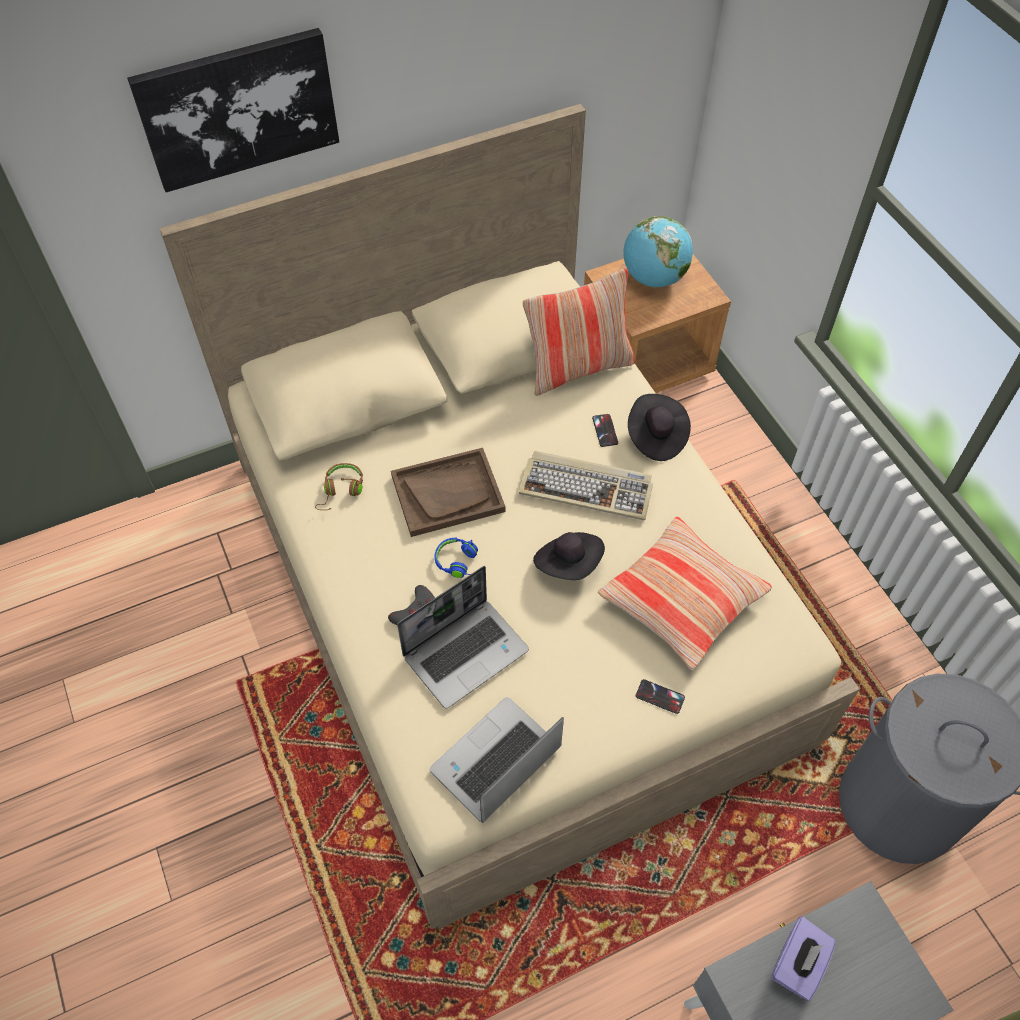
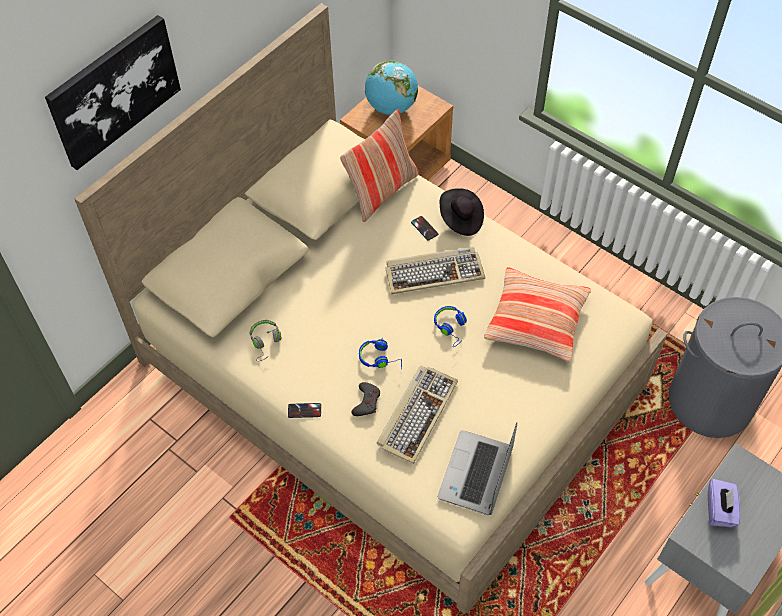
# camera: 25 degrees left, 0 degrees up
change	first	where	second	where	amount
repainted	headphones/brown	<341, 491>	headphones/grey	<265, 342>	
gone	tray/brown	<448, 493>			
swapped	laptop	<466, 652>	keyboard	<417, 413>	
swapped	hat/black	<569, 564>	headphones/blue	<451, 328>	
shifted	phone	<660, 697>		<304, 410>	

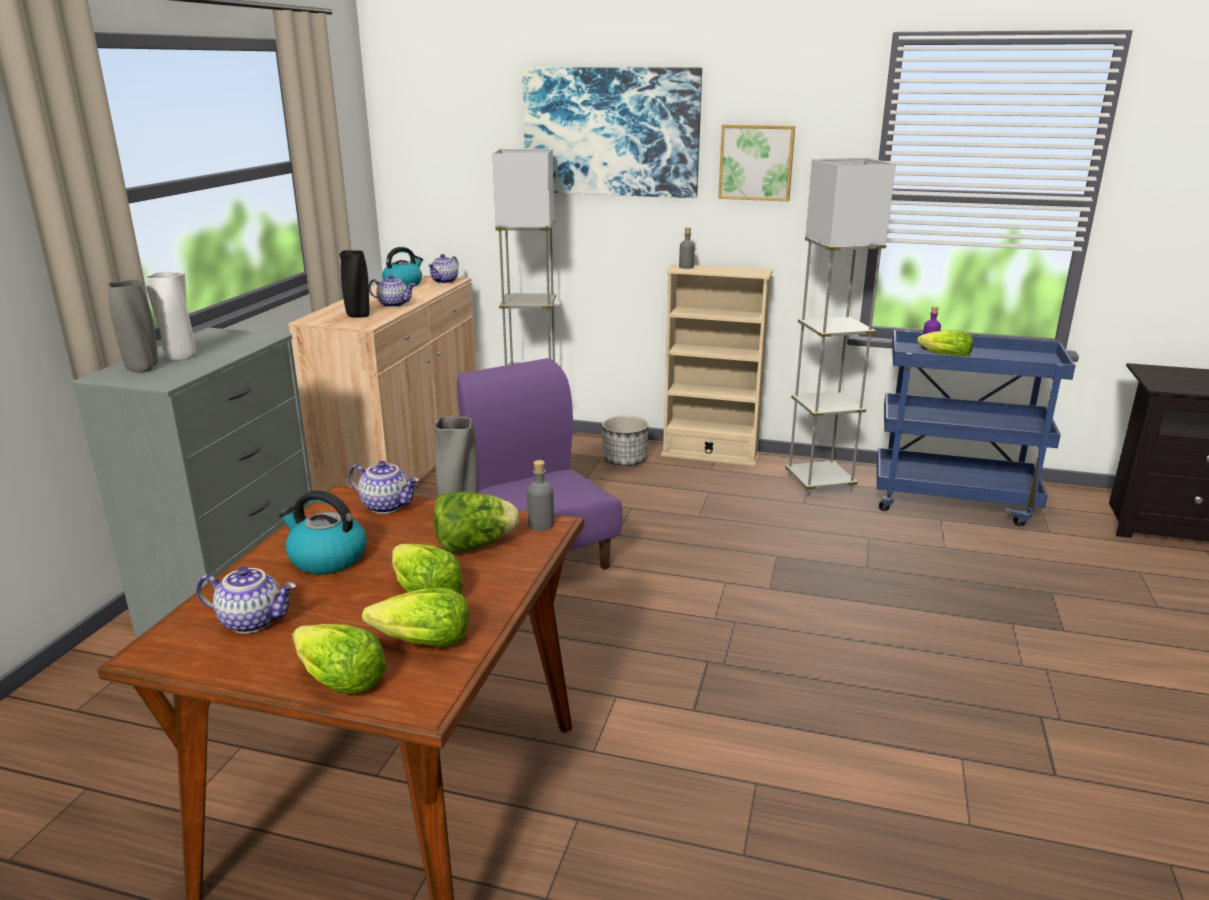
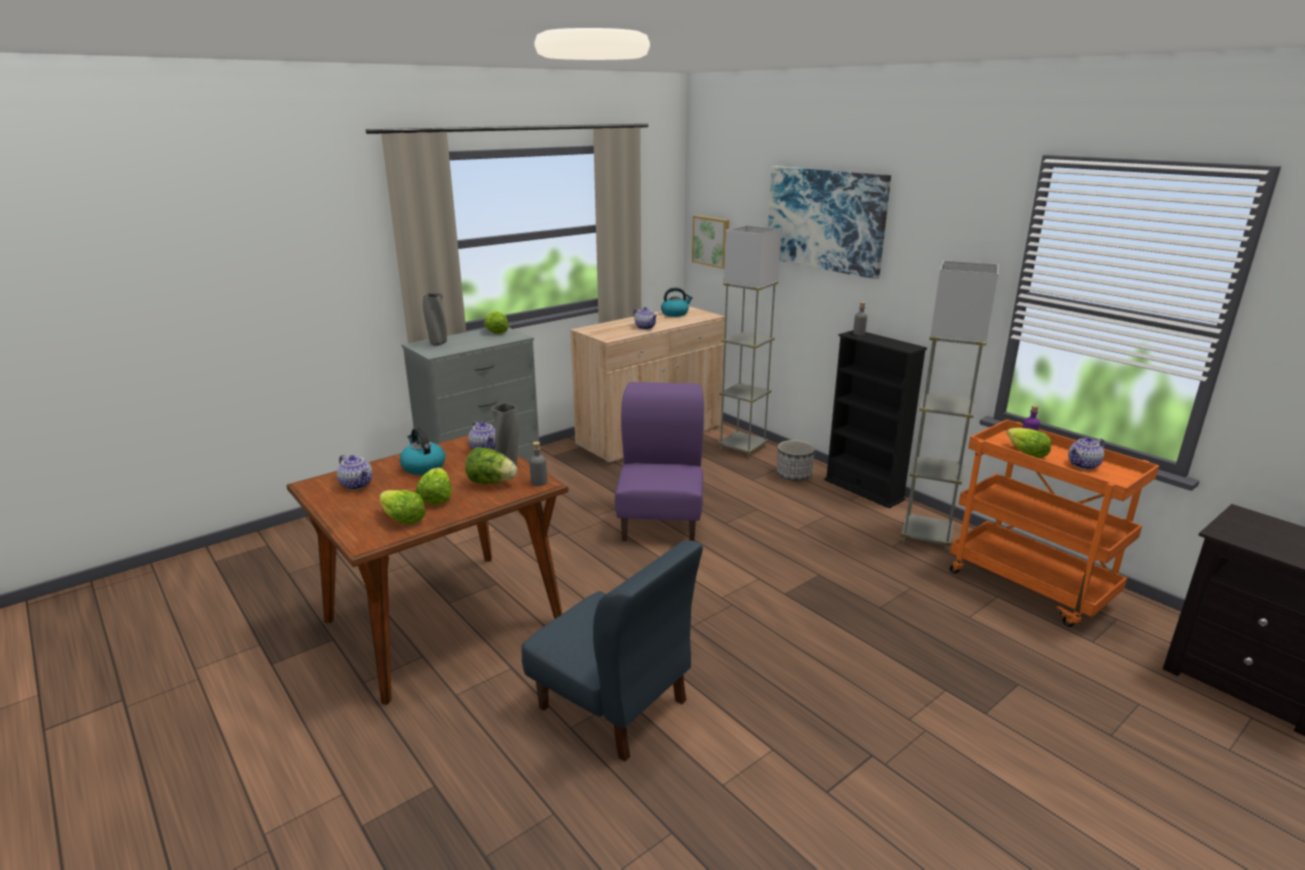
# camera: 35 degrees right, 0 degrees up
change	first	where	second	where	amount
gone	vase/white	<180, 357>			
shifted	lettuce	<339, 680>		<495, 331>	
gone	vase/black	<358, 316>			
shifted	teapot	<445, 281>		<1083, 465>	
repainted	bookcase/beige	<710, 455>	bookcase/black	<863, 490>	
shifted	picture	<756, 162>		<712, 241>	
repainted	cart/blue	<953, 501>	cart/orange	<1031, 587>	
new			chair/blue	<613, 705>	

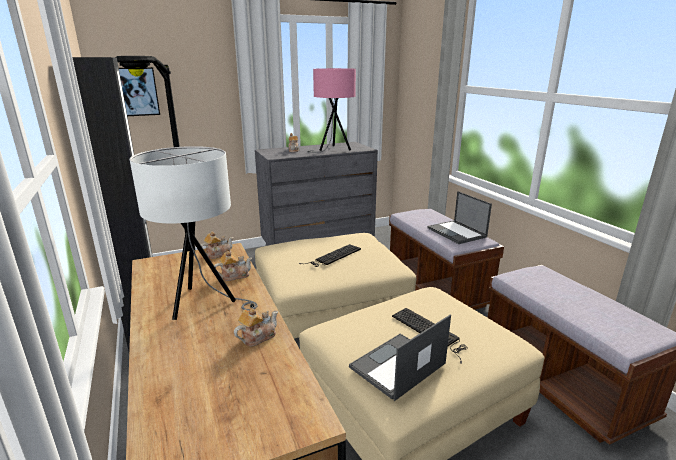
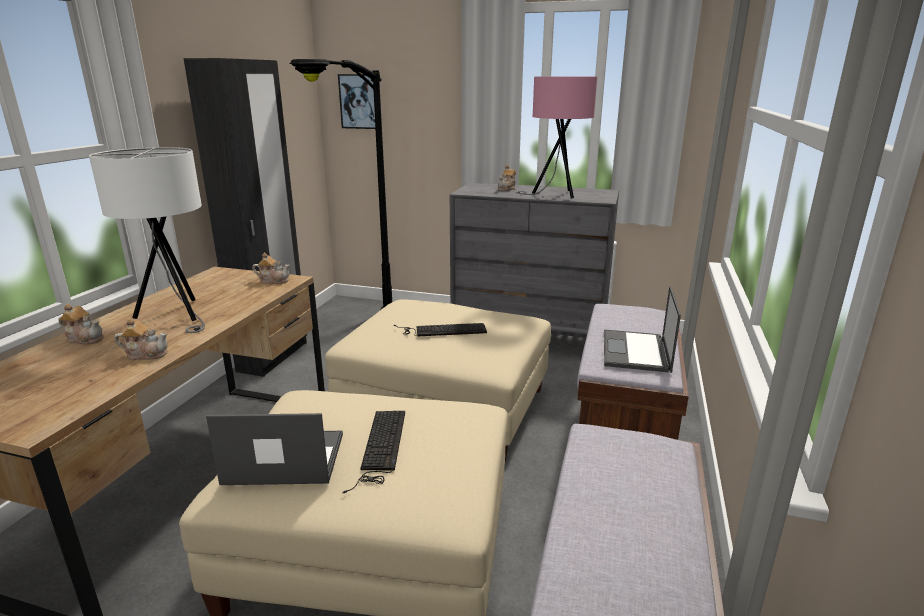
# camera: 40 degrees right, 0 degrees up
change	first	where	second	where	amount
shifted	teapot	<234, 275>		<85, 338>	

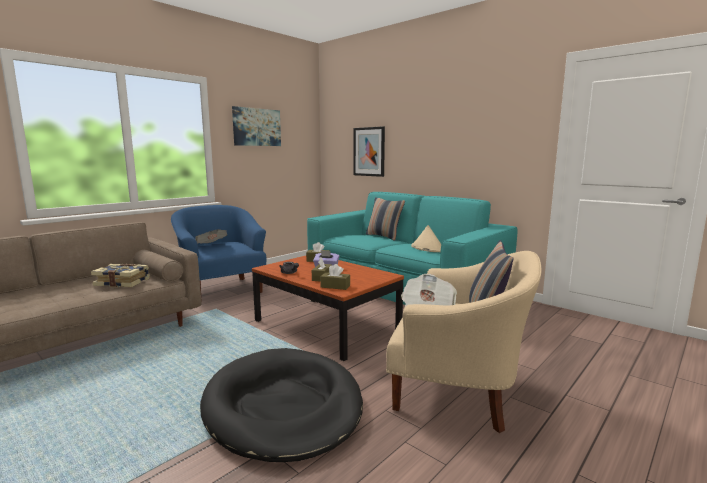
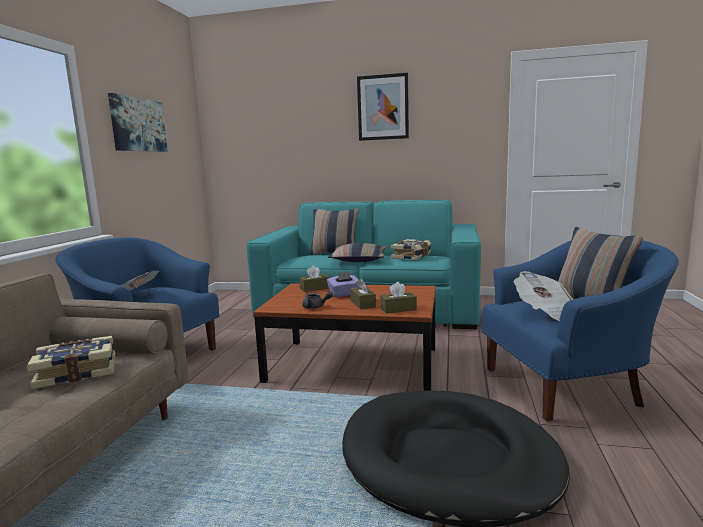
# camera: 30 degrees left, 0 degrees up
change	first	where	second	where	amount
shifted	picture	<369, 151>		<383, 107>	
repainted	armchair/beige	<459, 392>	armchair/blue	<566, 387>	
swapped	hat/beige	<427, 248>	book	<412, 256>	
new			pillow	<358, 260>	

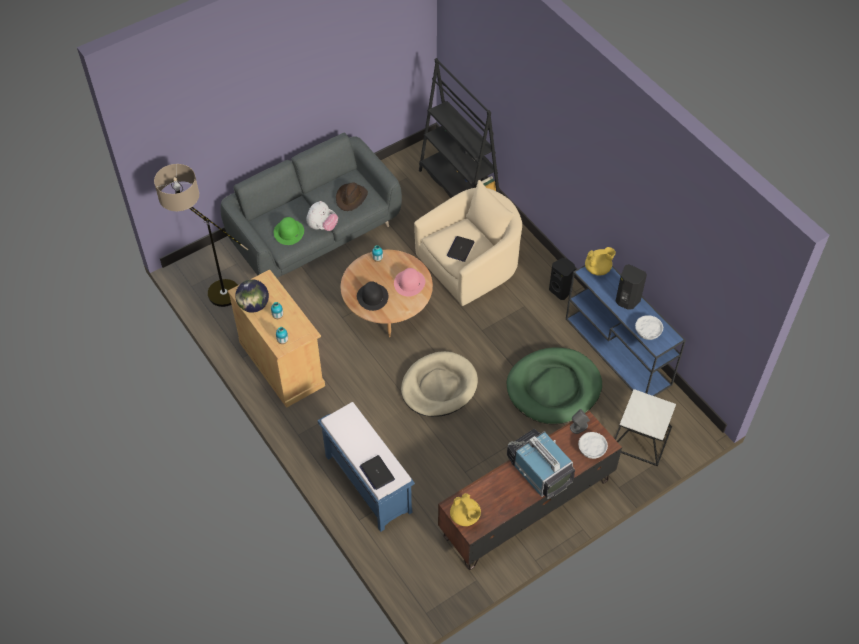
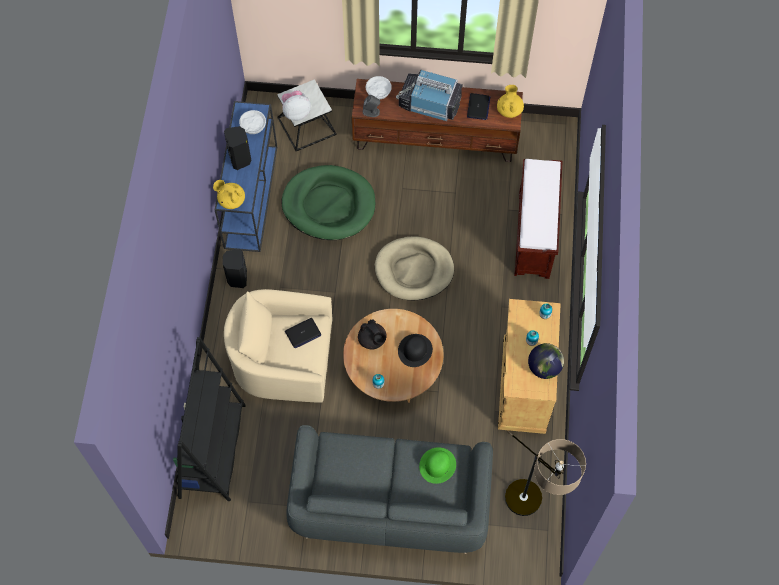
# camera: 140 degrees left, 10 degrees up
change	first	where	second	where	amount
shifted	plush toy	<322, 227>		<296, 112>	
repainted	bench/blue	<367, 483>	bench/brown	<534, 236>	
gone	hat/brown	<351, 198>			
shifted	laptop	<377, 473>		<478, 107>	
swapped	hat/pink	<409, 283>	teapot/black	<372, 340>	
rotated	television	<538, 470>		<429, 104>	105 degrees clockwise

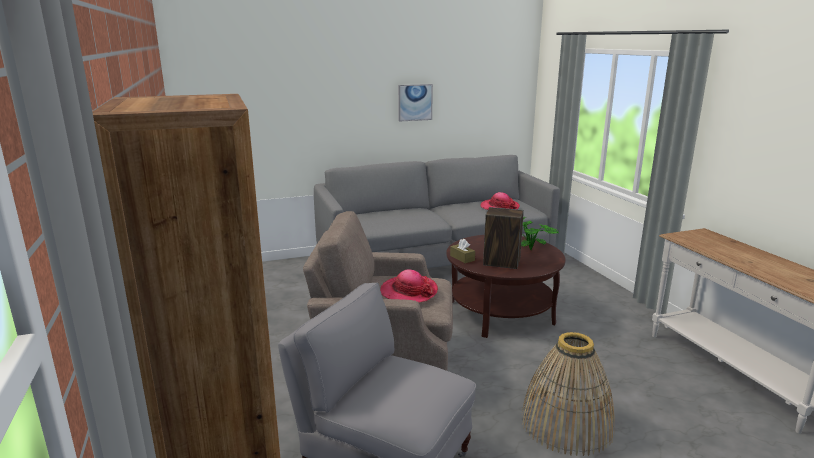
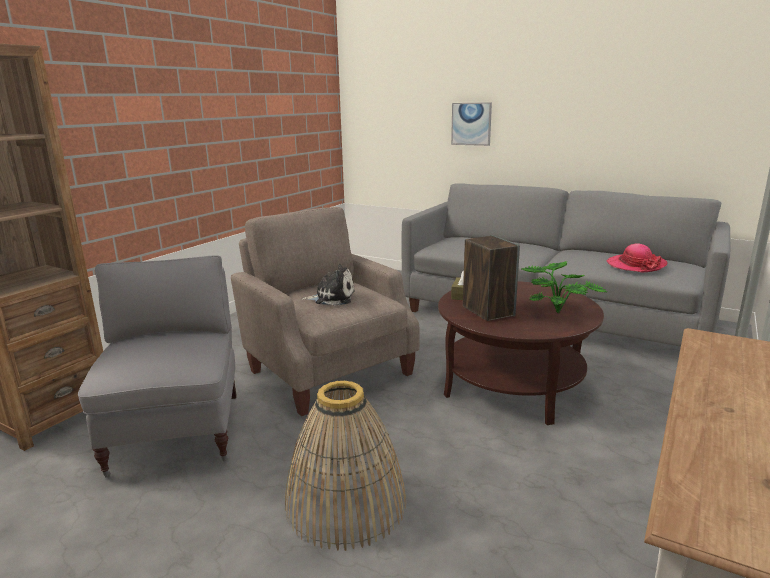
# camera: 50 degrees right, 0 degrees up
change	first	where	second	where	amount
swapped	hat	<408, 291>	plush toy	<332, 298>	
shifted	picture	<415, 102>		<471, 124>	

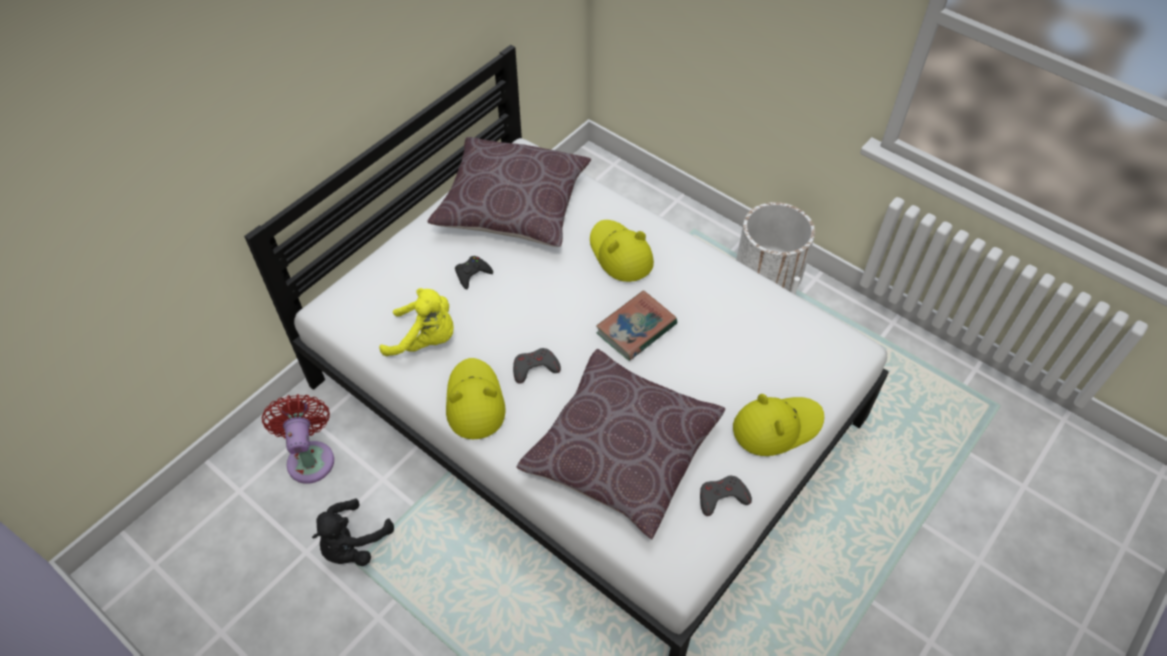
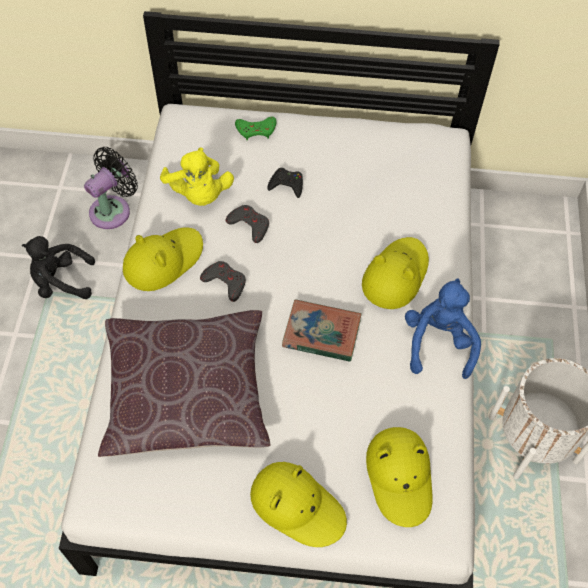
# camera: 55 degrees right, 5 degrees up
change	first	where	second	where	amount
repainted	fan/red	<310, 457>	fan/black	<113, 209>	
gone	pillow/brown	<513, 206>			
shifted	game controller/grey	<722, 497>		<249, 225>	
new			game controller/green	<256, 130>	
new			hat/yellow	<400, 477>	
new			plush toy/blue	<438, 342>	

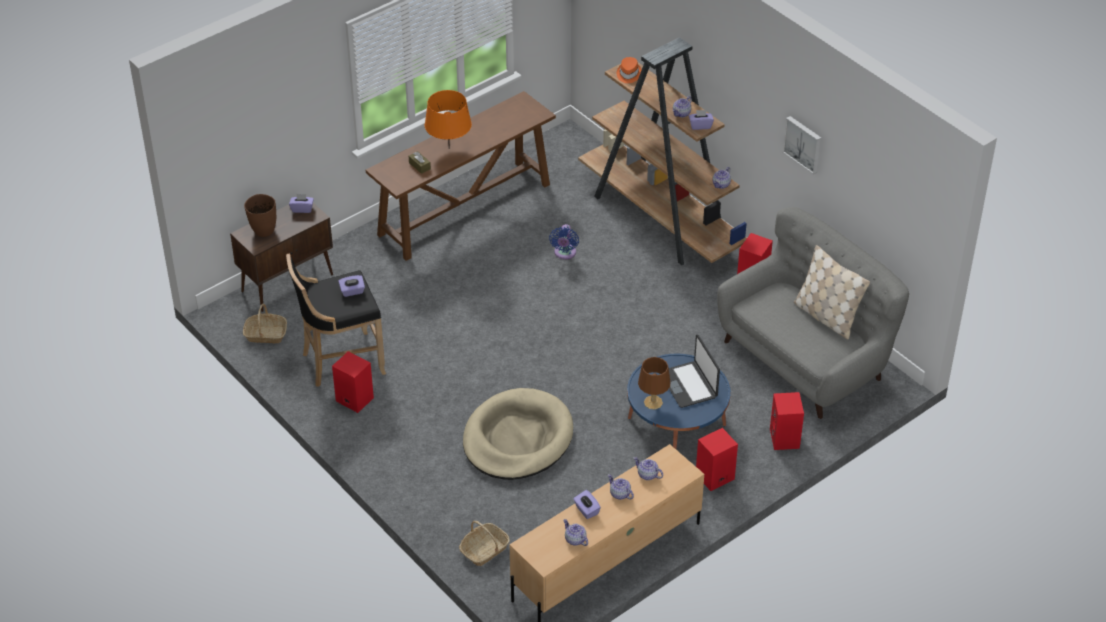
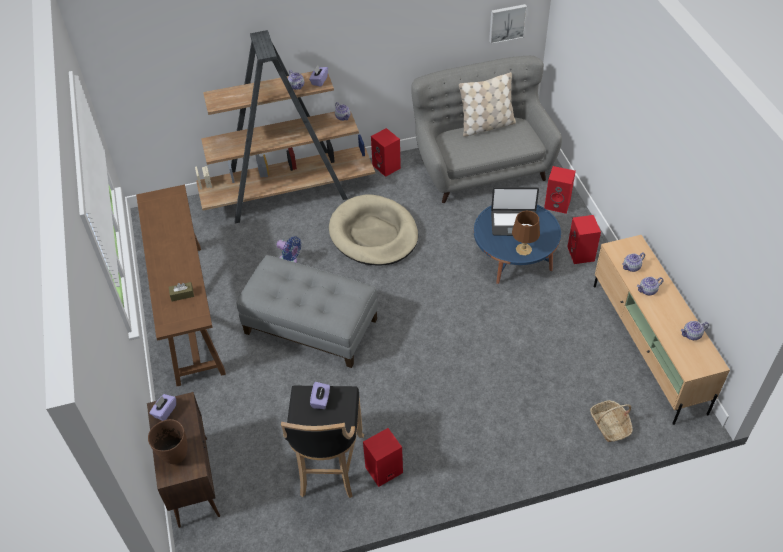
# camera: 65 degrees left, 5 degrees up
change	first	where	second	where	amount
gone	basket	<265, 334>			
gone	table lamp/orange	<449, 148>			
shifted	dog bed/beige	<517, 439>		<374, 234>	
gone	tissue box/purple	<586, 510>			
gone	hat/orange	<628, 74>			
shifted	picture	<803, 144>		<507, 23>	
new			ottoman/grey	<310, 326>	

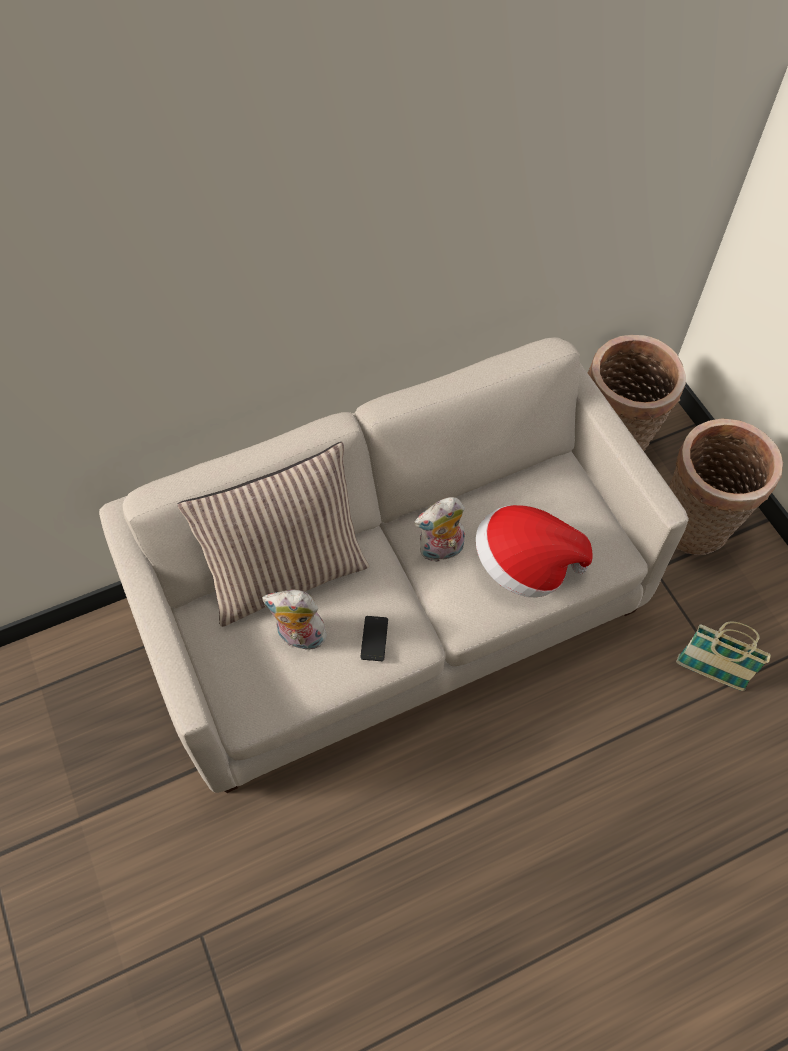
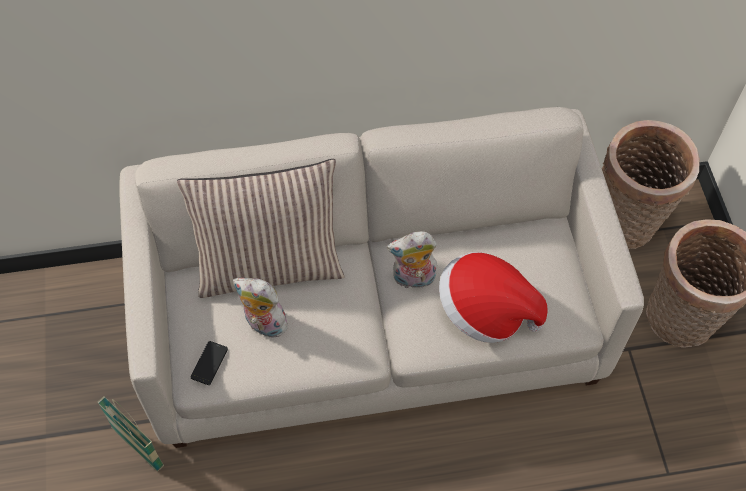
# camera: 15 degrees right, 0 degrees up
change	first	where	second	where	amount
shifted	phone	<374, 638>		<209, 363>	
shifted	basket	<710, 674>		<138, 448>	

